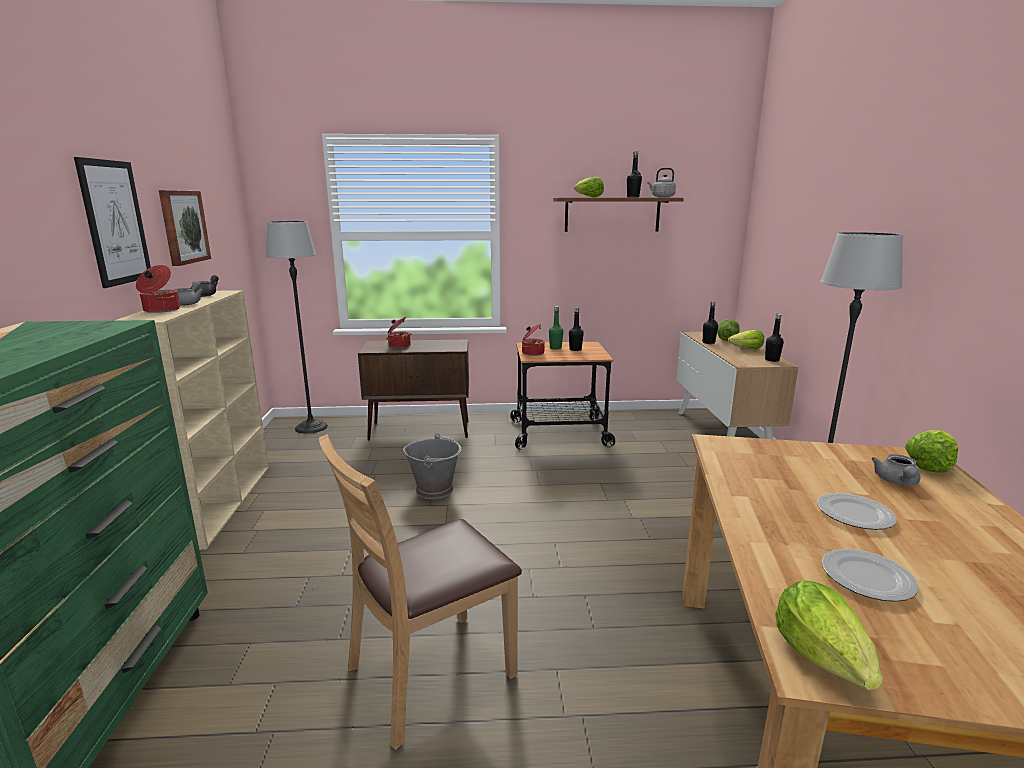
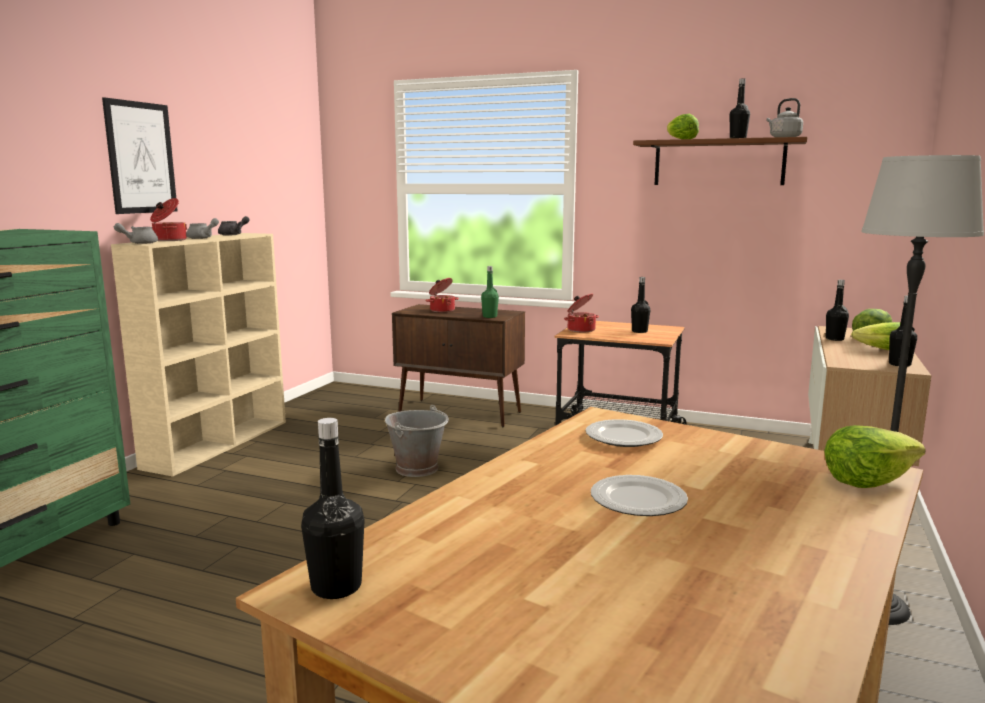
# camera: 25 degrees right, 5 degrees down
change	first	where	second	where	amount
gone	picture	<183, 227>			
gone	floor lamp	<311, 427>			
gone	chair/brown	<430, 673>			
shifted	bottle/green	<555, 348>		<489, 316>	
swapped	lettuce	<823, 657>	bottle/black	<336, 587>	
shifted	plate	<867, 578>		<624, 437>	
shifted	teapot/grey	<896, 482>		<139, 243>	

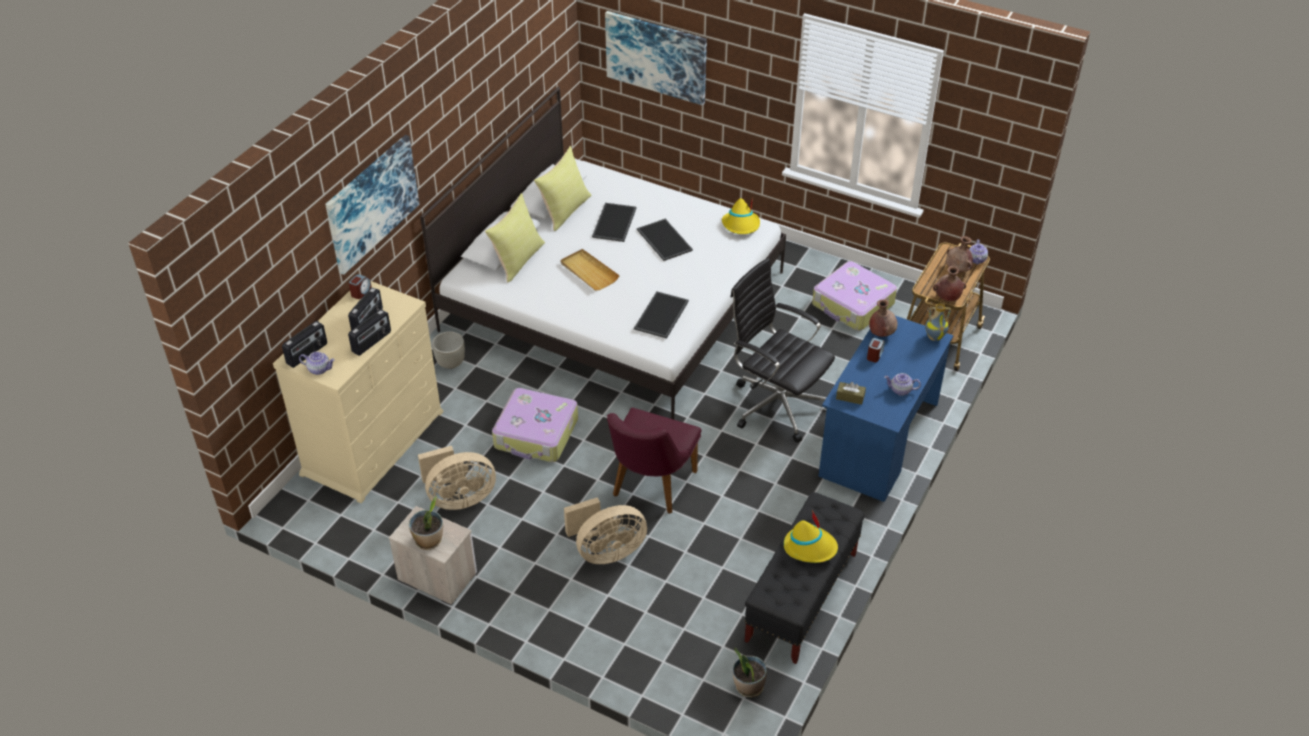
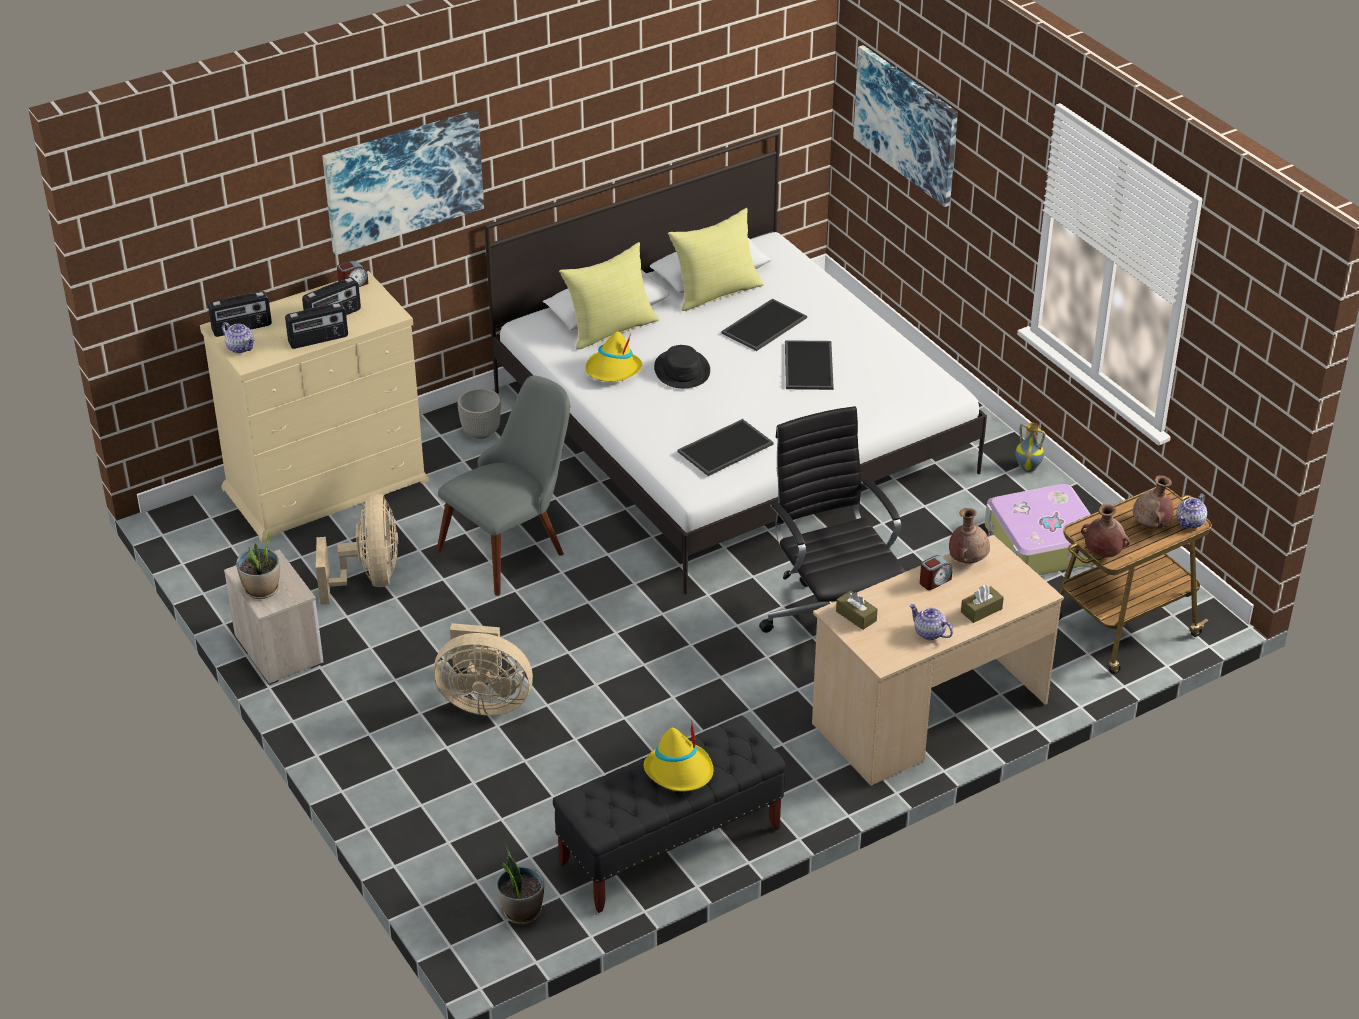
# camera: 30 degrees right, 5 degrees down
change	first	where	second	where	amount
rotated	fan/beige	<459, 498>		<369, 579>	105 degrees counterclockwise
swapped	suitcase	<536, 434>	chair/grey	<513, 545>	
swapped	tray/beige	<589, 272>	hat/black	<682, 370>	
gone	chair/purple	<650, 488>			
shifted	hat/yellow	<741, 225>		<613, 370>	
repainted	desk/blue	<878, 440>	desk/beige	<929, 714>	
shifted	vase	<934, 337>		<1028, 467>	
new			tissue box/brown	<981, 610>	

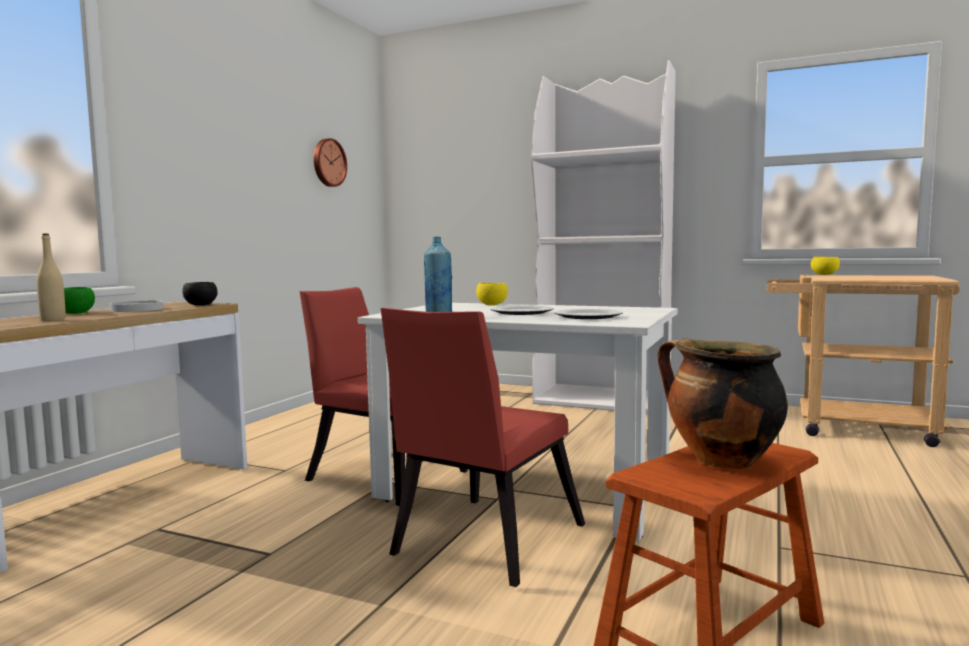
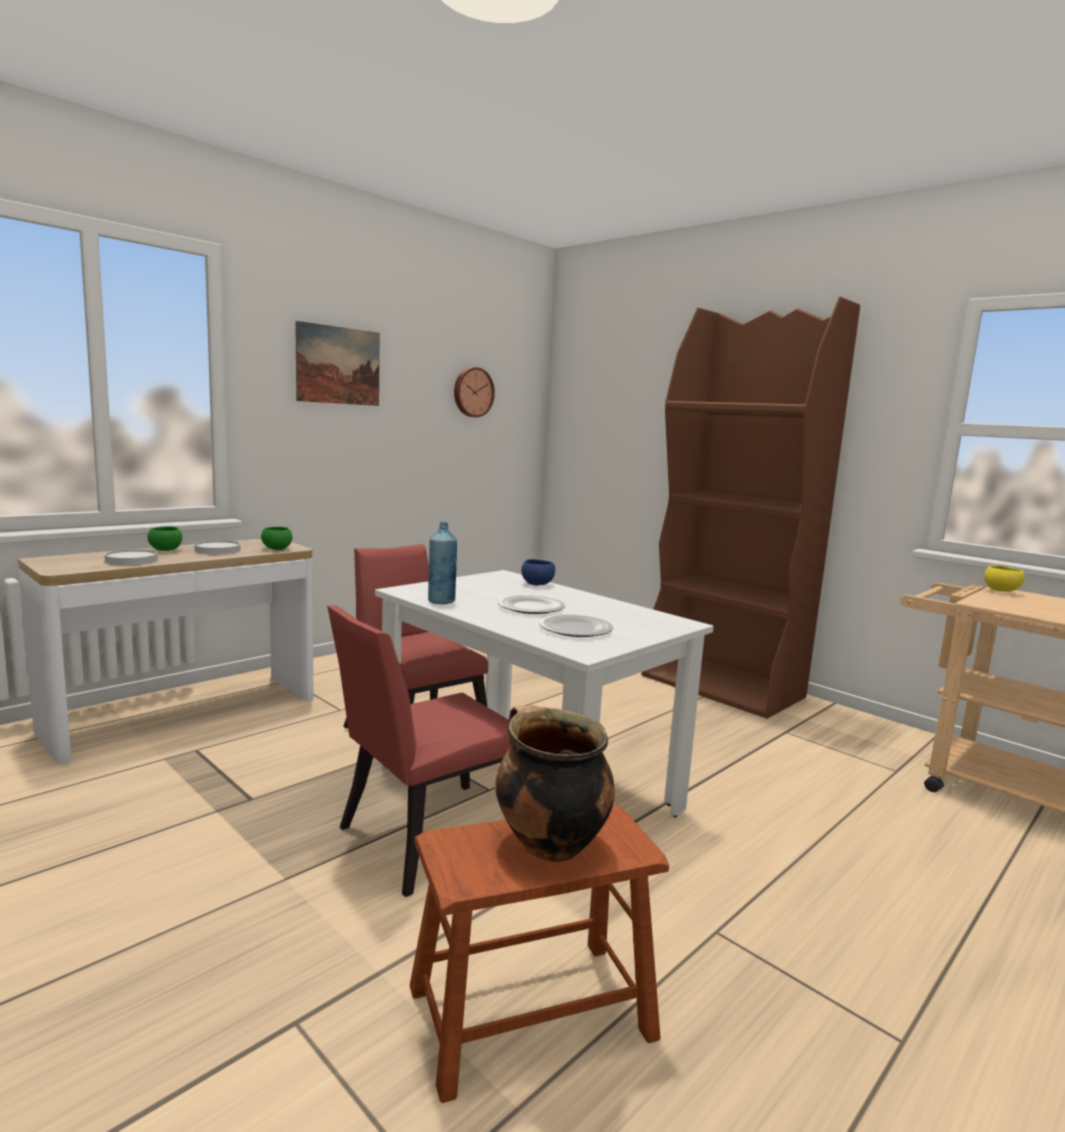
# camera: 20 degrees right, 5 degrees up
change	first	where	second	where	amount
swapped	bottle/beige	<53, 319>	plate/white	<131, 560>	
repainted	bowl/black	<200, 305>	bowl/green	<277, 549>	
repainted	bowl/yellow	<492, 305>	bowl/blue	<537, 584>	
repainted	bookcase/white	<603, 401>	bookcase/brown	<723, 686>	
new			picture	<338, 365>	

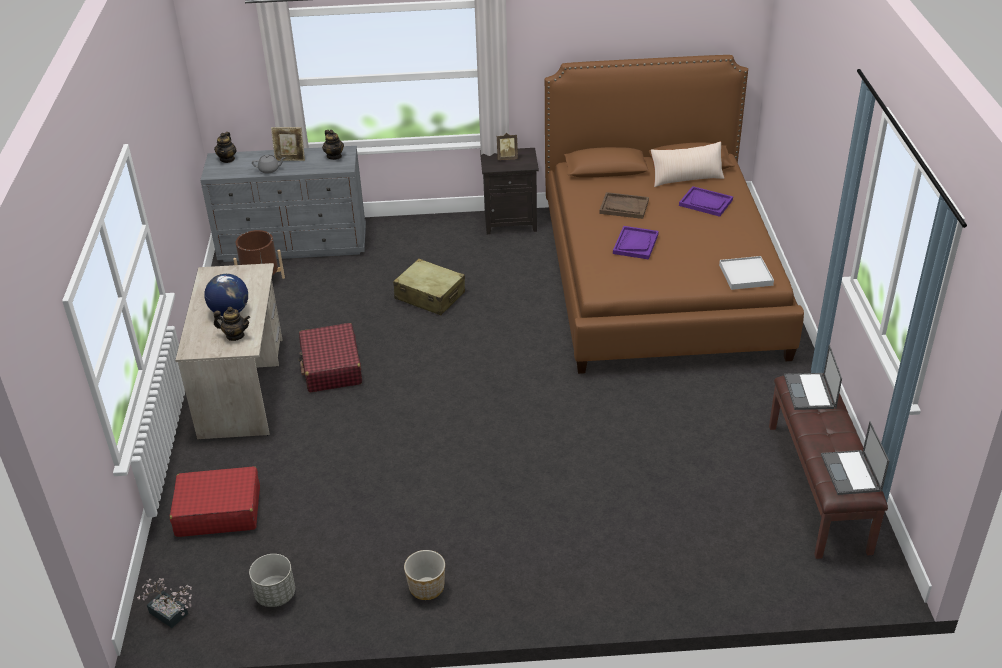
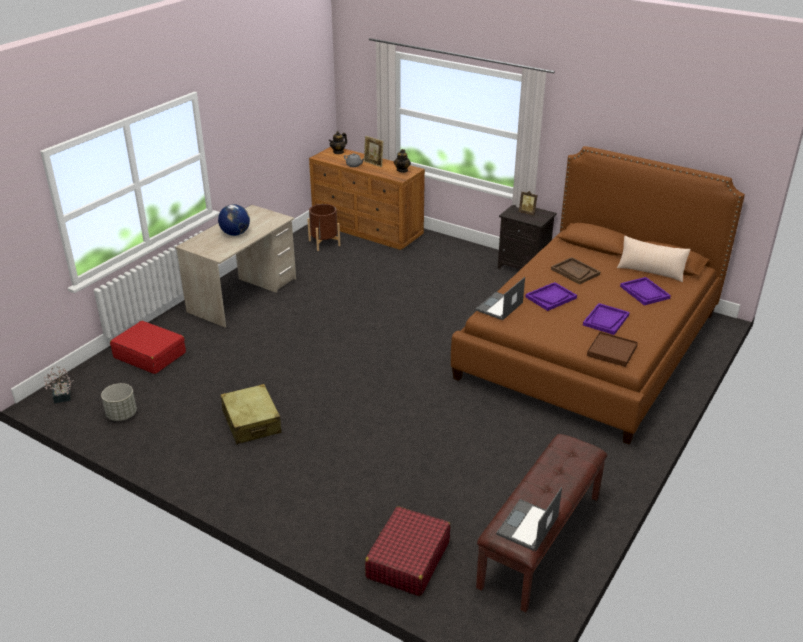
# camera: 35 degrees right, 5 degrees down
change	first	where	second	where	amount
repainted	dresser/grey	<294, 245>	dresser/brown	<368, 230>	
gone	teapot	<235, 335>			
shifted	suitcase/red	<331, 367>		<407, 560>	
shifted	suitcase/beige	<430, 296>		<251, 422>	
gone	planter	<427, 588>			
repainted	tray/white	<745, 275>	tray/brown	<611, 351>	
shifted	laptop	<810, 392>		<499, 307>	
new			tray/purple	<606, 320>	

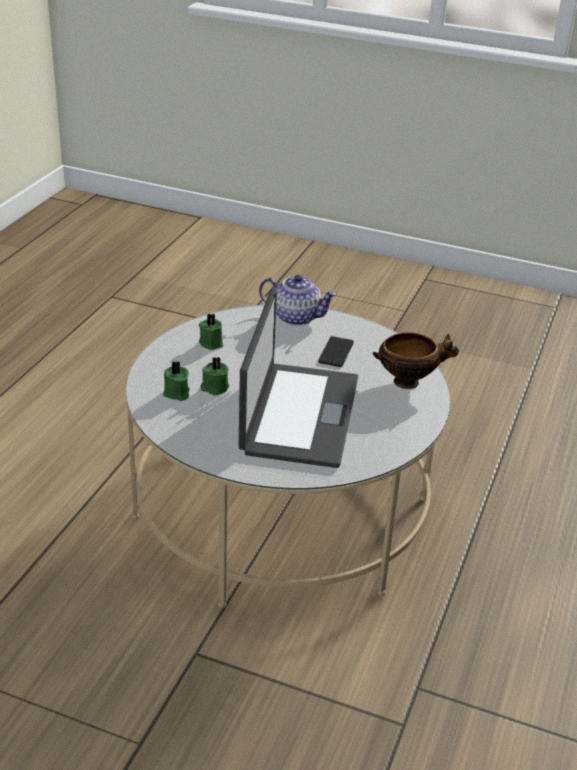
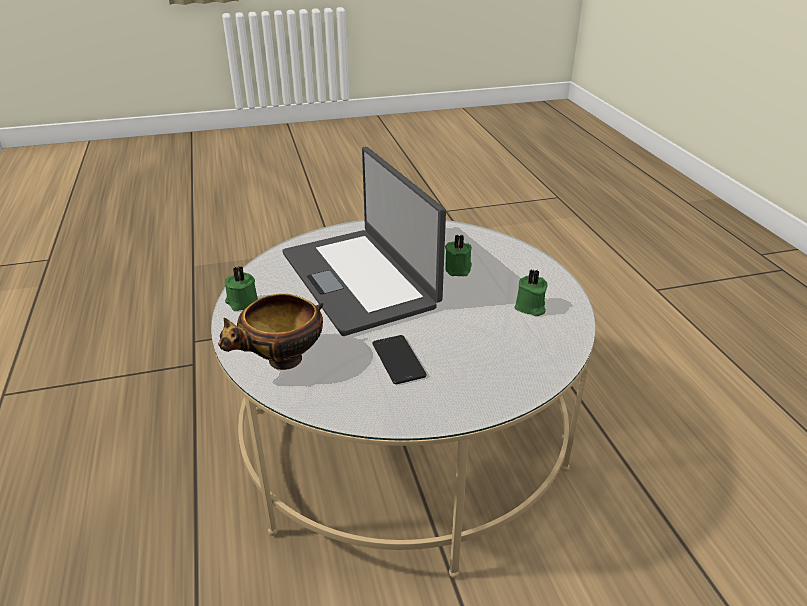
# camera: 145 degrees right, 0 degrees up
change	first	where	second	where	amount
shifted	candle/green	<177, 393>		<242, 302>	
gone	teapot	<296, 317>			

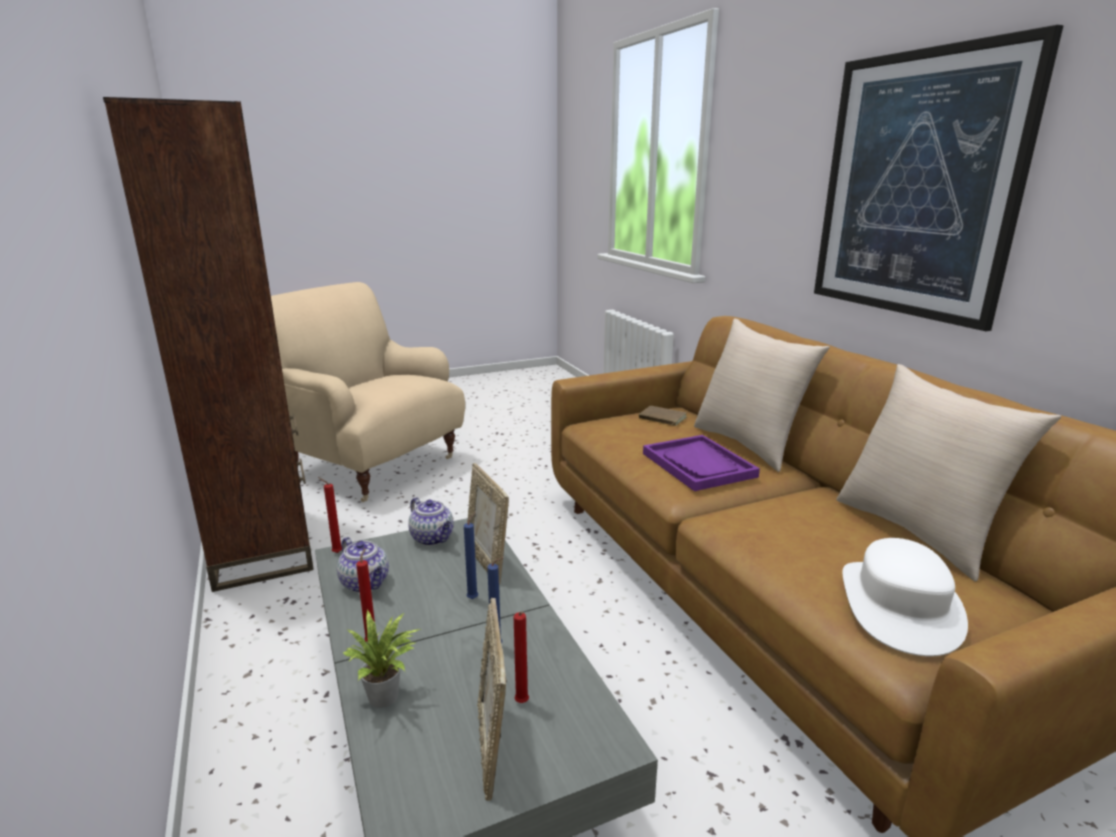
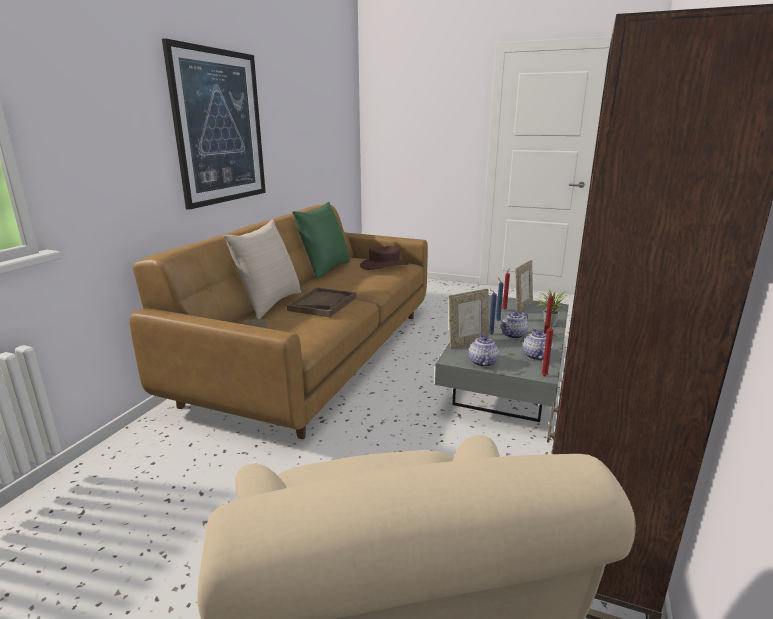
# camera: 135 degrees left, 0 degrees up
change	first	where	second	where	amount
rotated	picture frame	<487, 562>		<467, 342>	45 degrees clockwise
repainted	tray/purple	<698, 465>	tray/brown	<322, 304>	
repainted	pillow/beige	<917, 531>	pillow/green	<324, 270>	
repainted	hat/white	<899, 606>	hat/brown	<384, 265>	
new			teapot	<513, 335>	

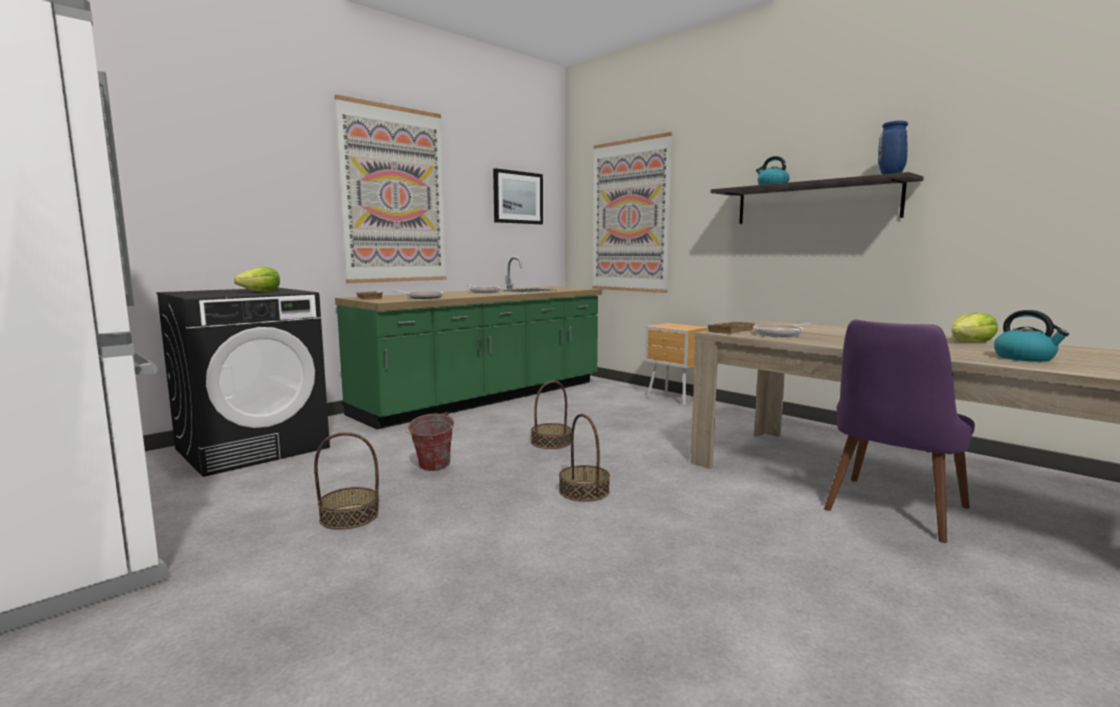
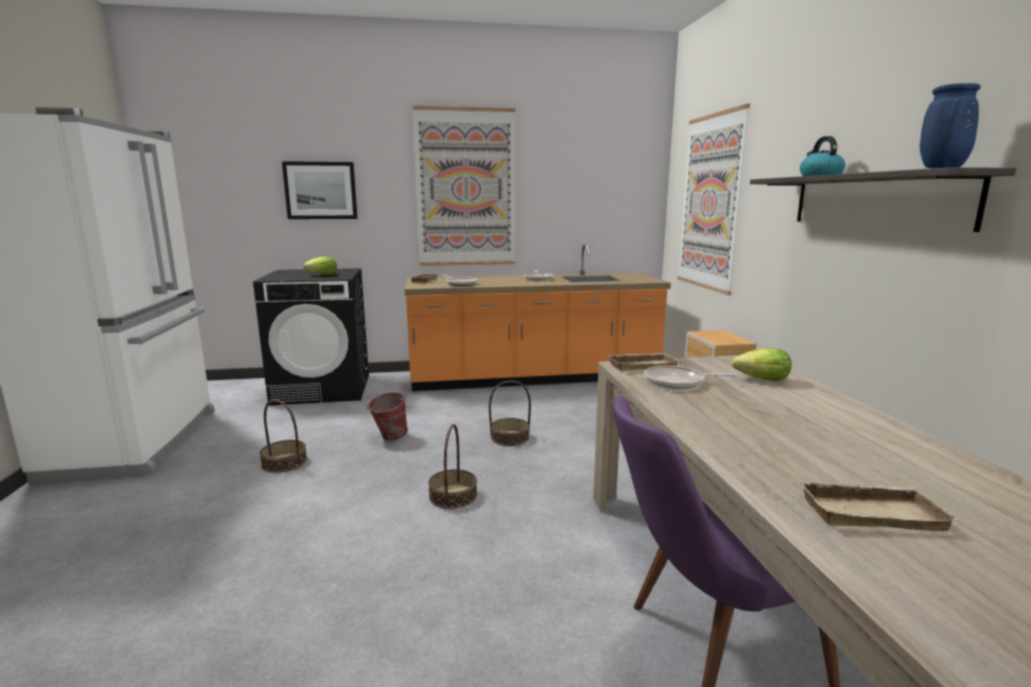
# camera: 35 degrees right, 5 degrees up
change	first	where	second	where	amount
repainted	counter/green	<485, 398>	counter/orange	<534, 377>	
shifted	picture	<518, 197>		<320, 190>	
shifted	lettuce	<970, 342>		<762, 379>	
swapped	kettle	<1025, 358>	tray/beige	<870, 512>	

